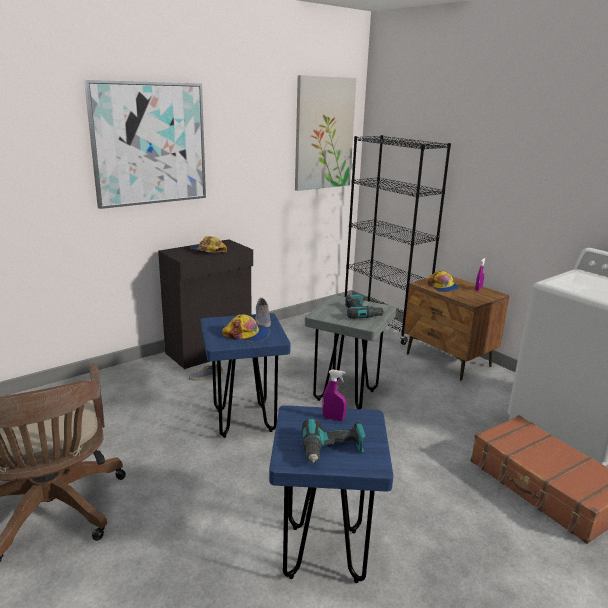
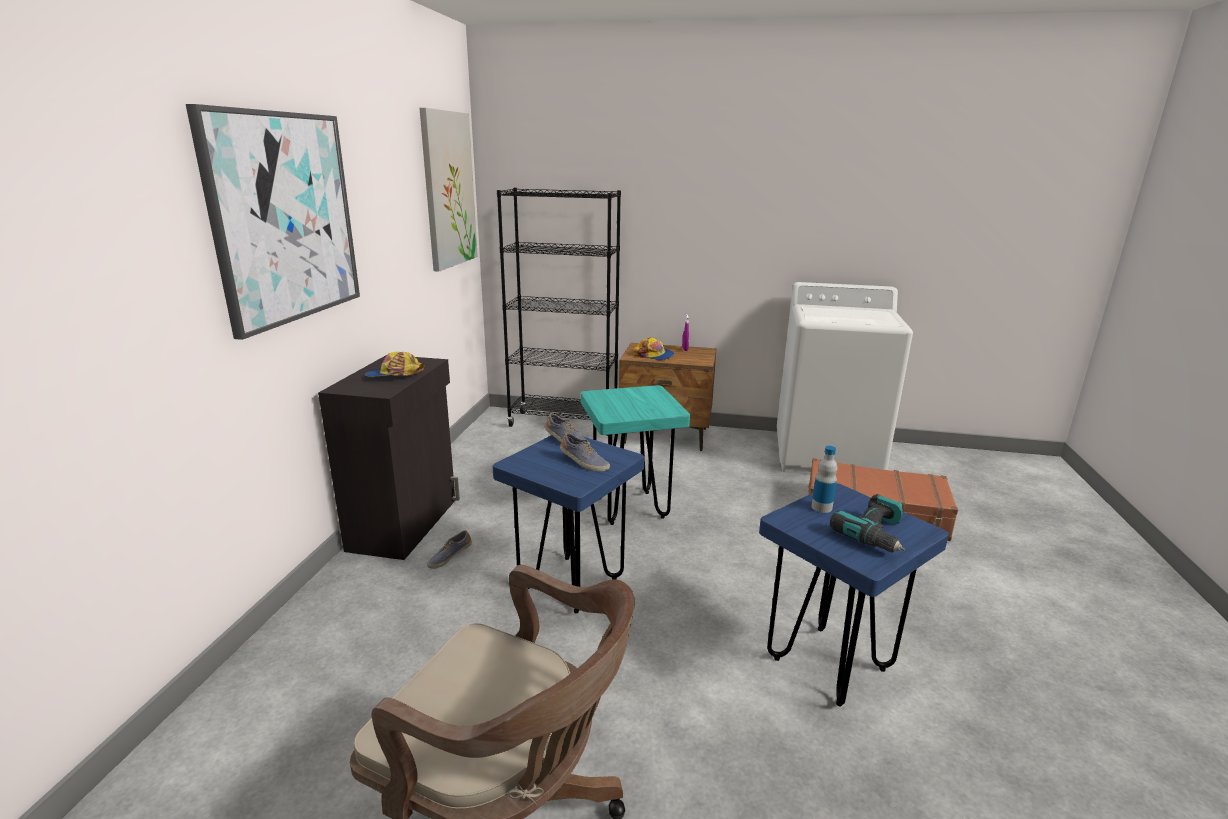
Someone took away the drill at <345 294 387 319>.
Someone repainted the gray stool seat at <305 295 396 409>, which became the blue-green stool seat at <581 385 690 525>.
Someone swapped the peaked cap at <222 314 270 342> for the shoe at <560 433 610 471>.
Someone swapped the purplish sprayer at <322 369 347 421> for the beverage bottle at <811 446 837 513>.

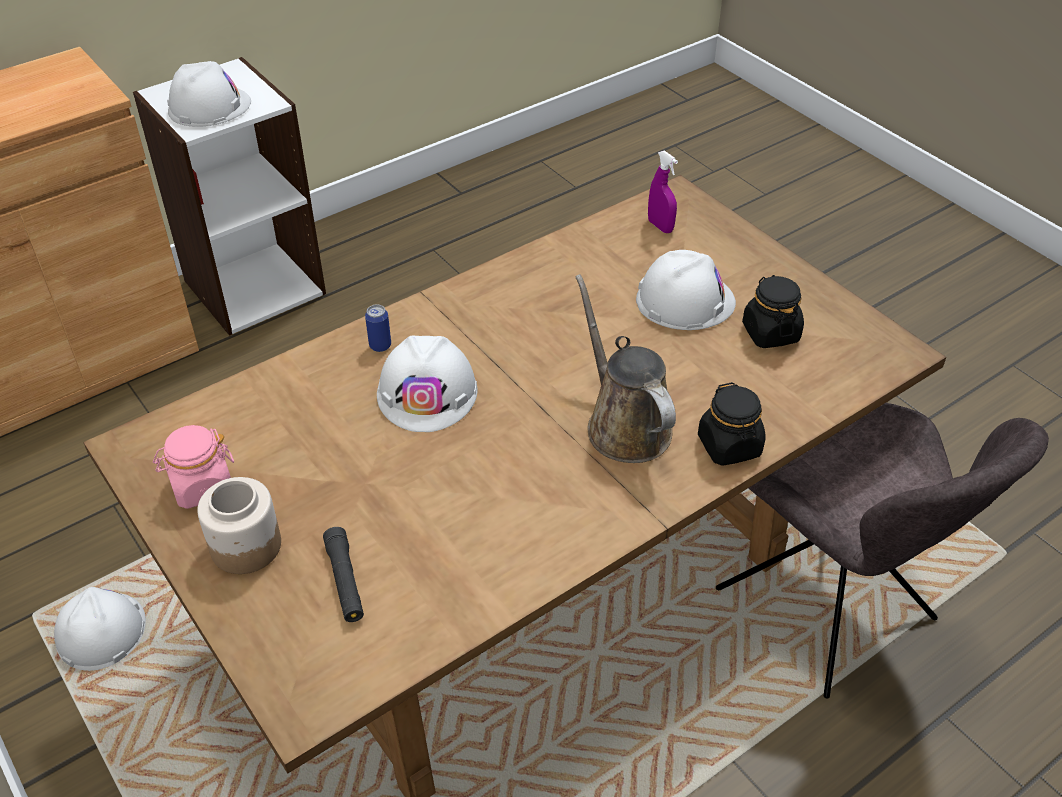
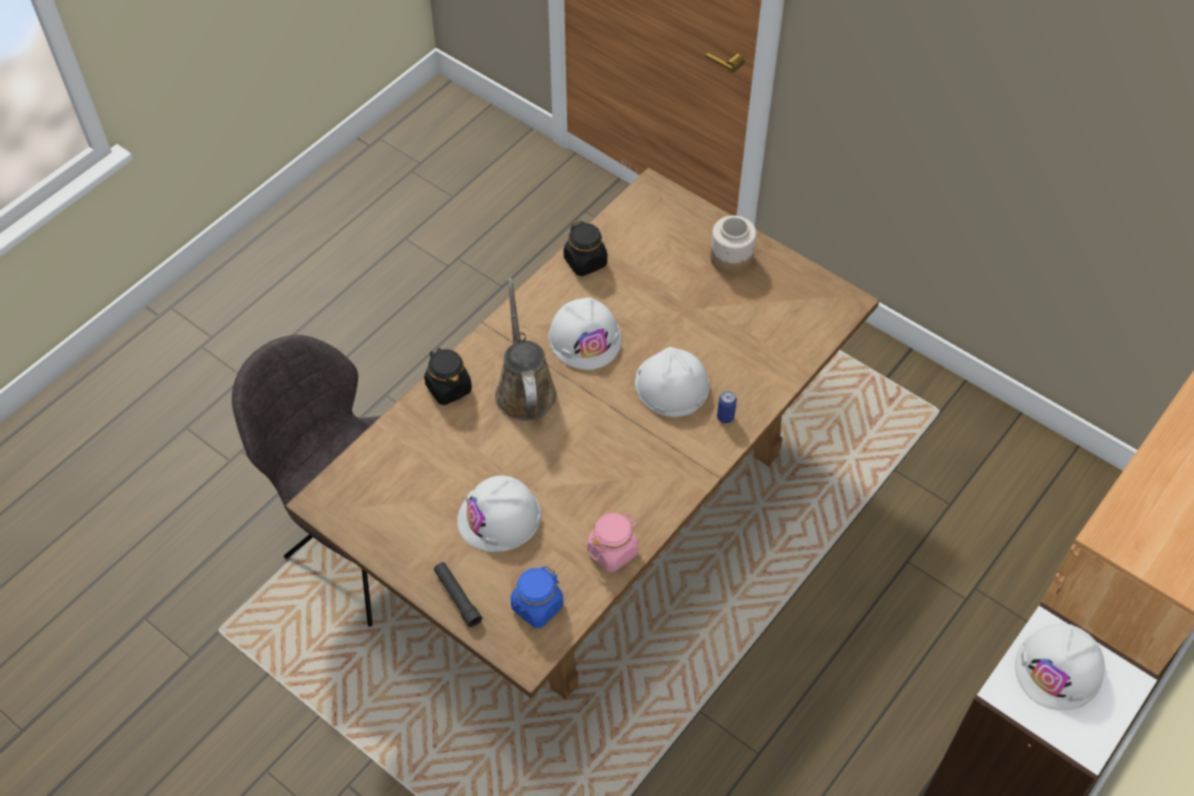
Someone swapped the purplish sprayer at <648 150 678 233> for the blue storage jar at <511 566 563 628>.
Someone rotated the brown-coloured sprinkling can at <575 274 676 463> by 150 degrees counterclockwise.
Someone carried the black storage jar from <742 275 804 348> to <564 221 607 276>.
Someone carried the pink storage jar from <153 425 234 509> to <587 513 638 572>.
Someone carried the black torch from <323 527 364 622> to <434 562 482 628>.
Someone carried the whitish work helmet from <54 587 146 671> to <548 297 621 370>.

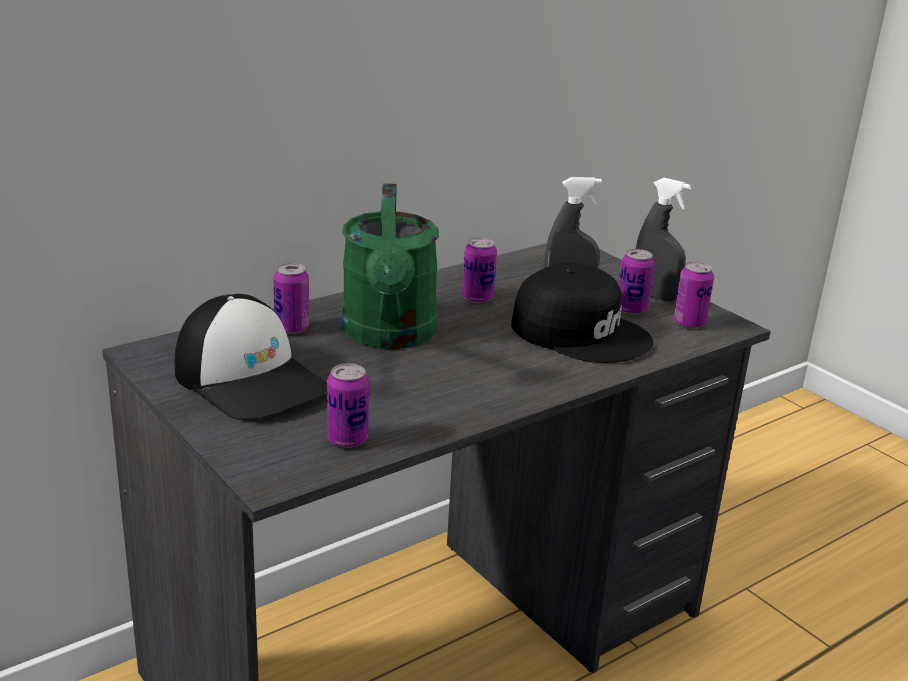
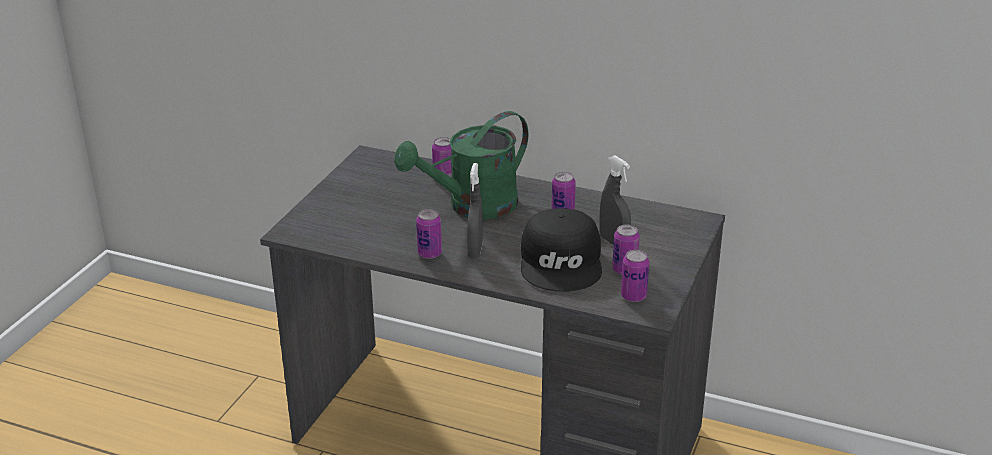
Someone carried the gray sprayer from <635 178 691 302> to <467 163 483 258>.
Someone took away the peaked cap at <175 294 327 420>.
Someone carried the metal can from <327 363 369 448> to <416 209 442 259>.

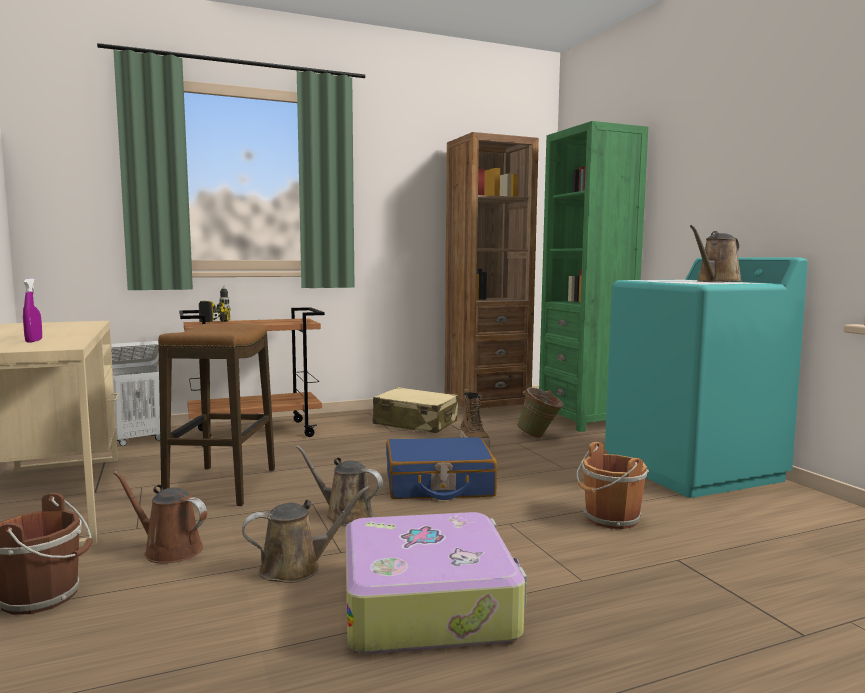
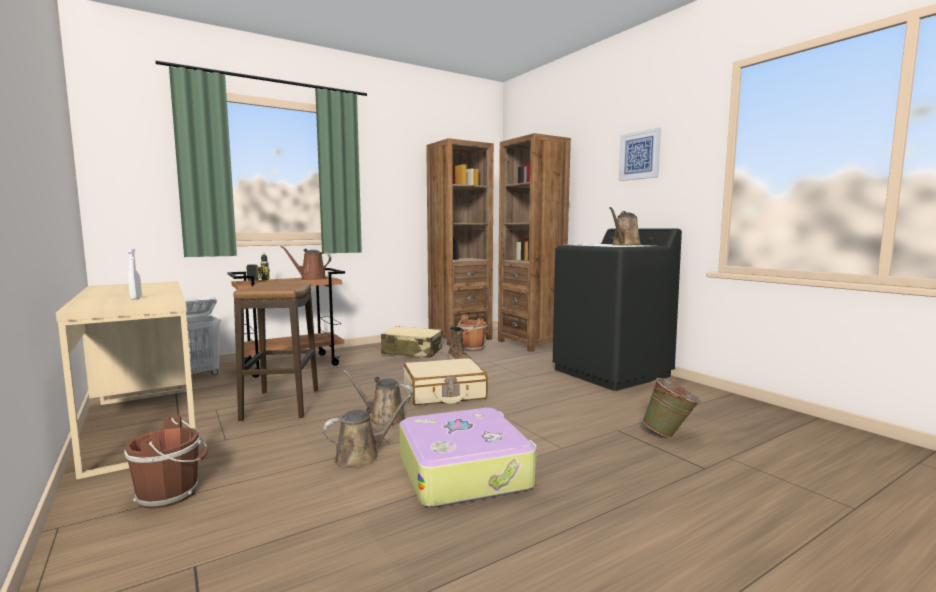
Someone repainted the green-coloured bookshelf at <539 121 648 432>, which became the brown-coloured bookshelf at <498 133 571 352>.
Someone repainted the blue-green washing machine at <605 257 808 498>, which became the black washing machine at <553 229 682 391>.
Someone repainted the purplish sprayer at <23 278 42 342>, which became the whitish sprayer at <128 249 142 299>.
Someone carried the green-coloured water bucket from <517 387 564 438> to <642 378 701 438>.
Someone repainted the blue piece of luggage at <386 437 497 500>, which became the sand-coloured piece of luggage at <403 358 487 405>.
Someone carried the brown-coloured water bucket from <577 442 649 529> to <457 314 487 351>.
Someone carried the brown-coloured sprinkling can from <113 471 207 563> to <281 246 331 280>.
Someone put up the wall picture at <619 128 661 181>.

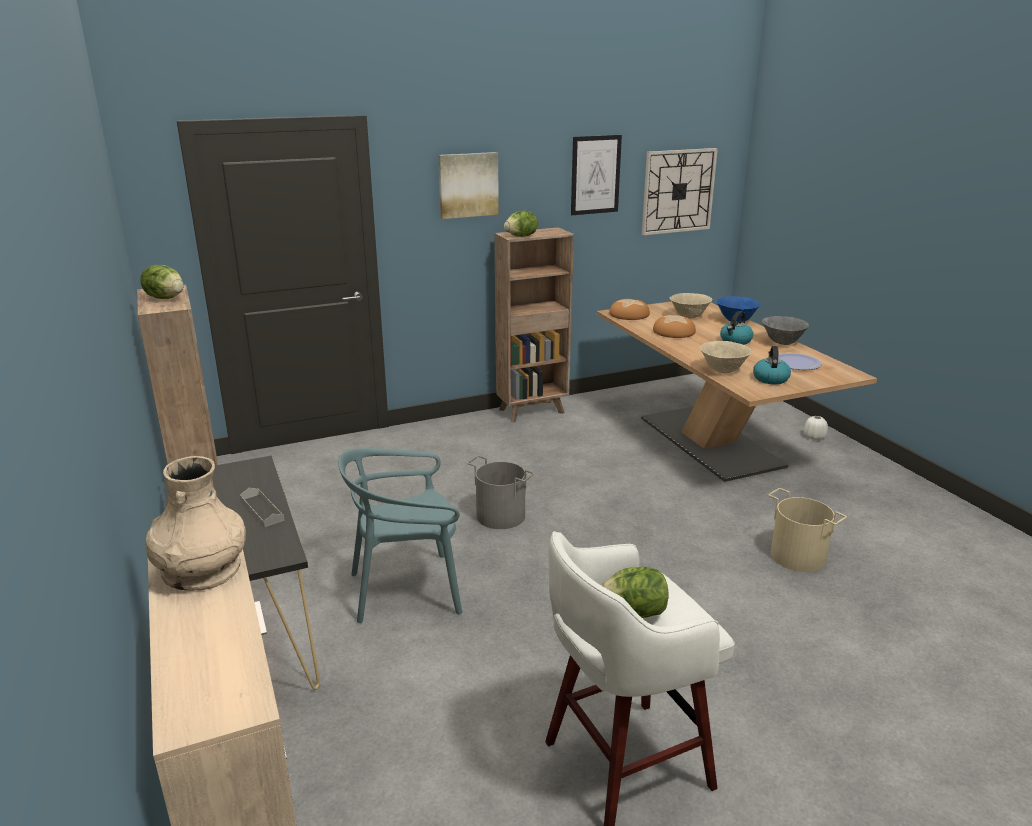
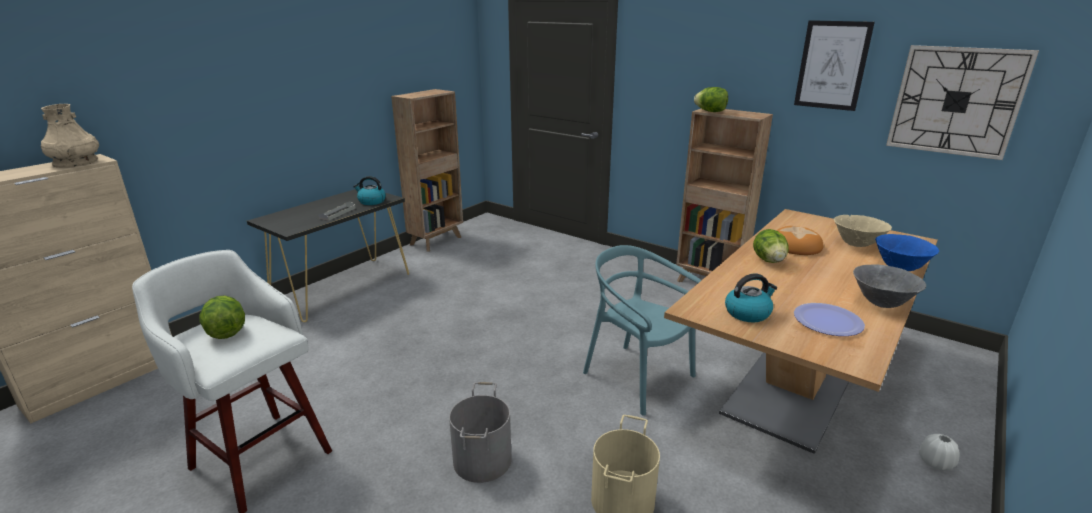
Someone took away the wall picture at <438 152 499 219>.
Someone carried the lettuce from <140 265 184 299> to <753 229 789 263>.
Someone took away the bakery bread at <609 299 650 320>.
Someone carried the water kettle from <720 311 753 345> to <353 176 386 205>.
Someone took away the sand-coloured bowl at <700 341 752 373>.
Someone carried the blue-green upright chair from <338 448 463 623> to <583 245 702 416>.
Someone carried the gray water bucket from <467 456 534 529> to <449 382 511 483>.

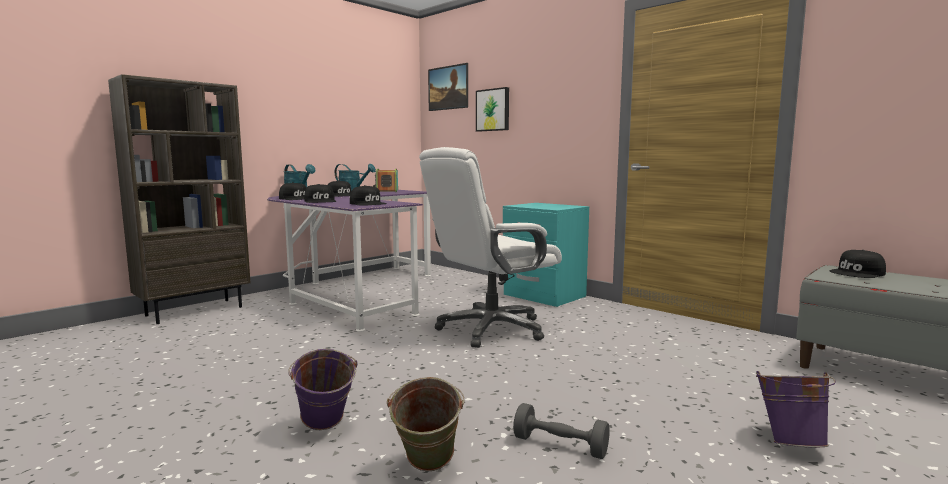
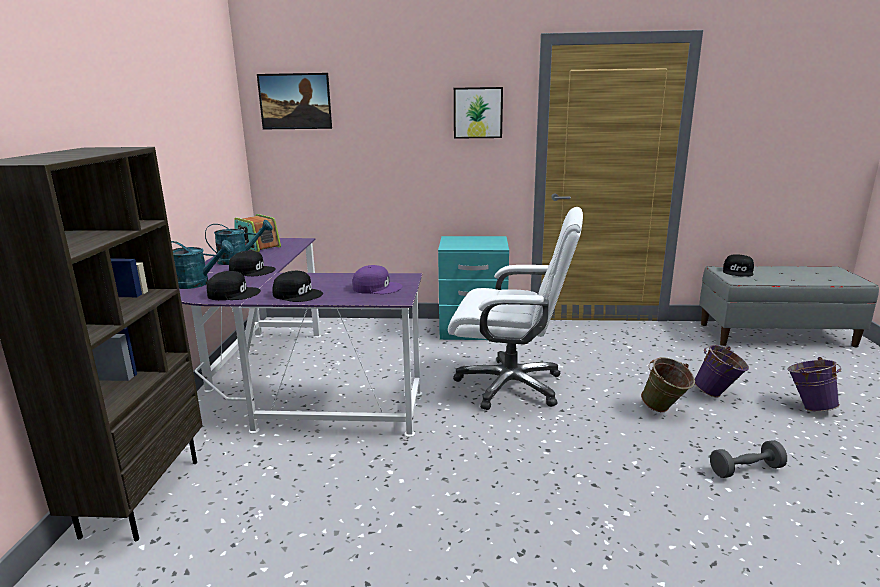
Someone carried the wall picture from <476 87 509 132> to <454 87 503 139>.
Someone rotated the whitish computer chair at <419 147 562 348> by 90 degrees counterclockwise.
Someone repainted the black peaked cap at <350 185 387 206>, which became the purplish peaked cap at <353 265 403 294>.
Someone carried the purplish water bucket from <288 349 358 430> to <695 345 749 398>.
Someone carried the green-coloured water bucket from <387 377 465 472> to <641 357 695 412>.

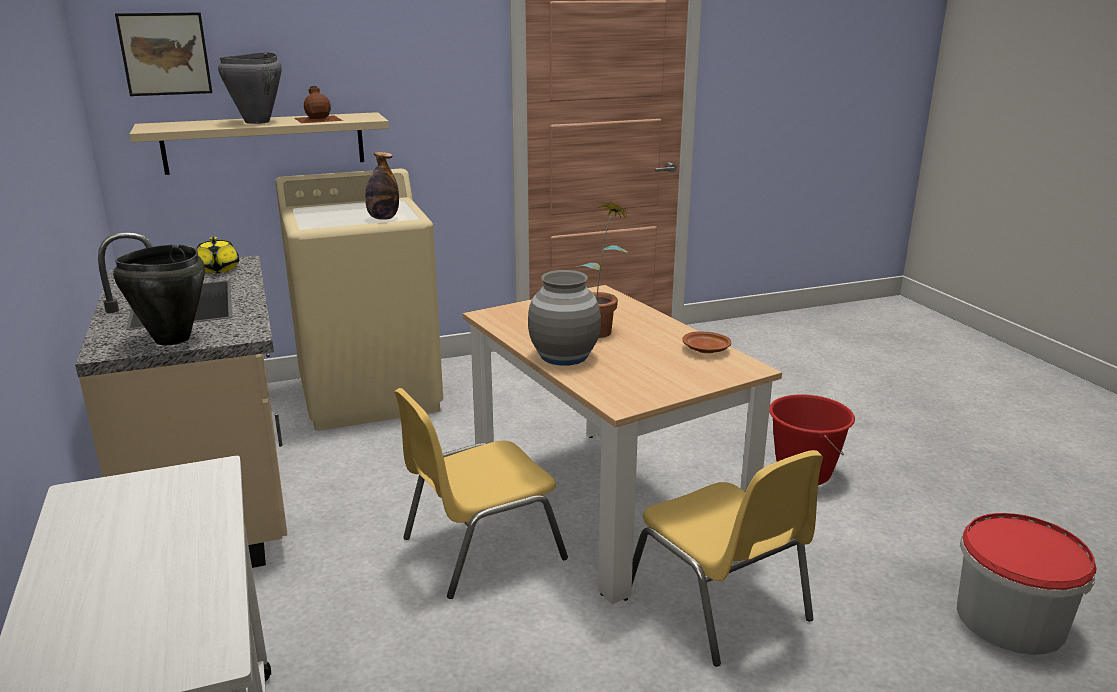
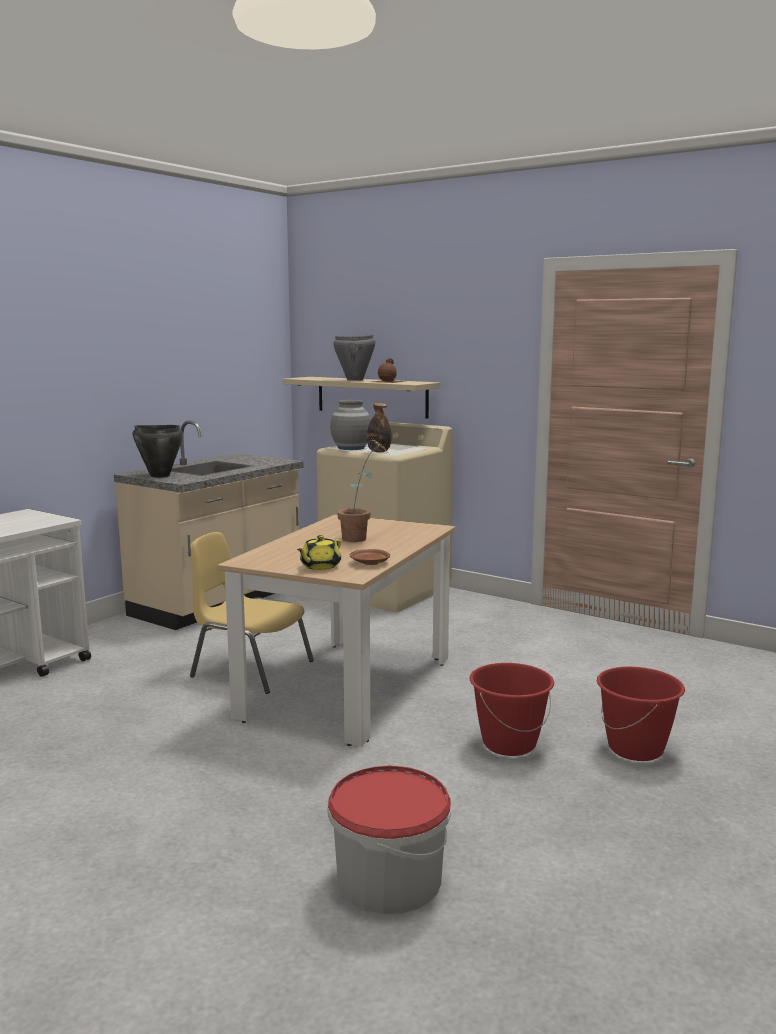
Someone took away the wall picture at <115 13 212 96>.
Someone carried the yellow tea pot from <197 237 239 273> to <297 535 341 570>.
Someone carried the gray decorative vase from <528 270 601 366> to <330 400 371 450>.
Someone took away the yellow upright chair at <632 450 823 667>.
Someone put down the reddish water bucket at <597 667 685 761>.

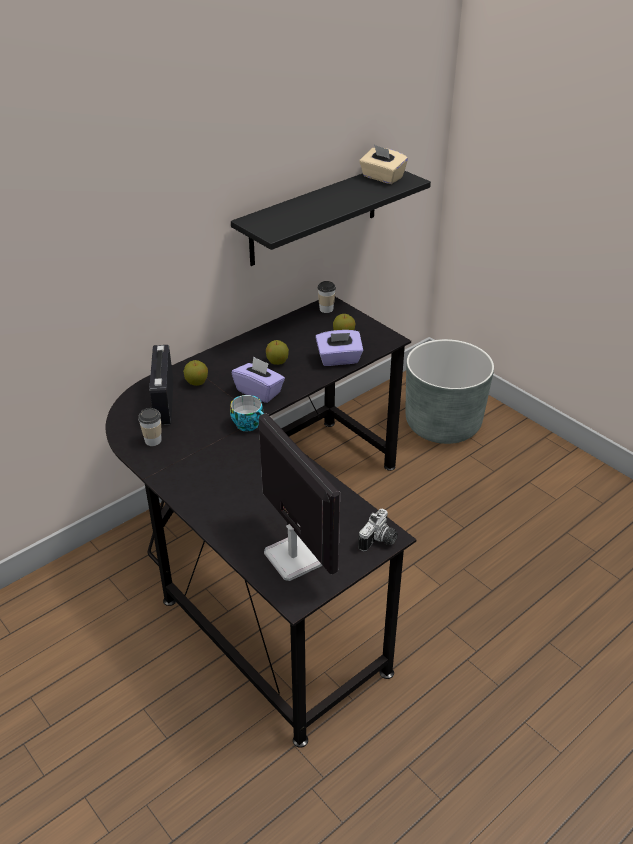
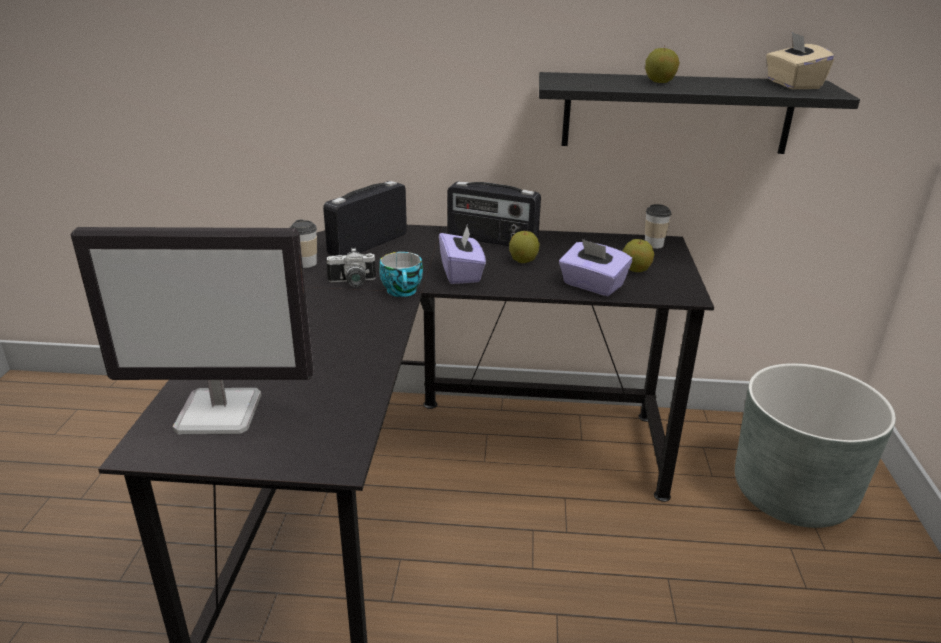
Someone carried the whole apple from <183 360 208 386> to <645 46 680 83>.
Someone rotated the computer display at <259 413 340 581> by 75 degrees clockwise.
Someone carried the photo camera from <358 509 398 551> to <326 248 376 287>.
Someone put down the radio receiver at <447 181 541 246>.

